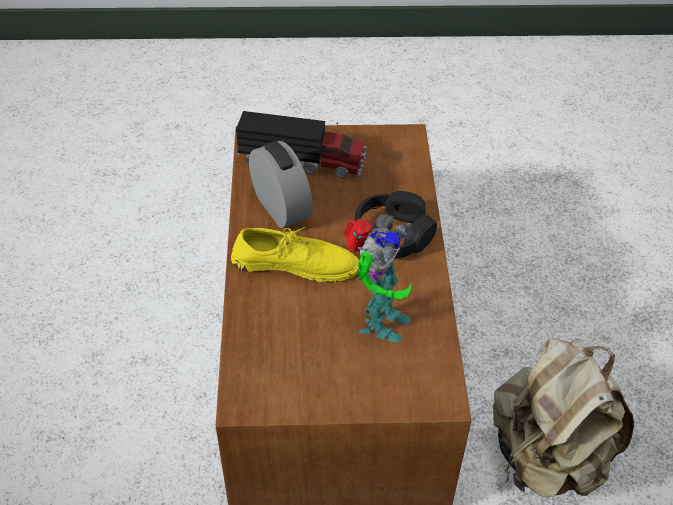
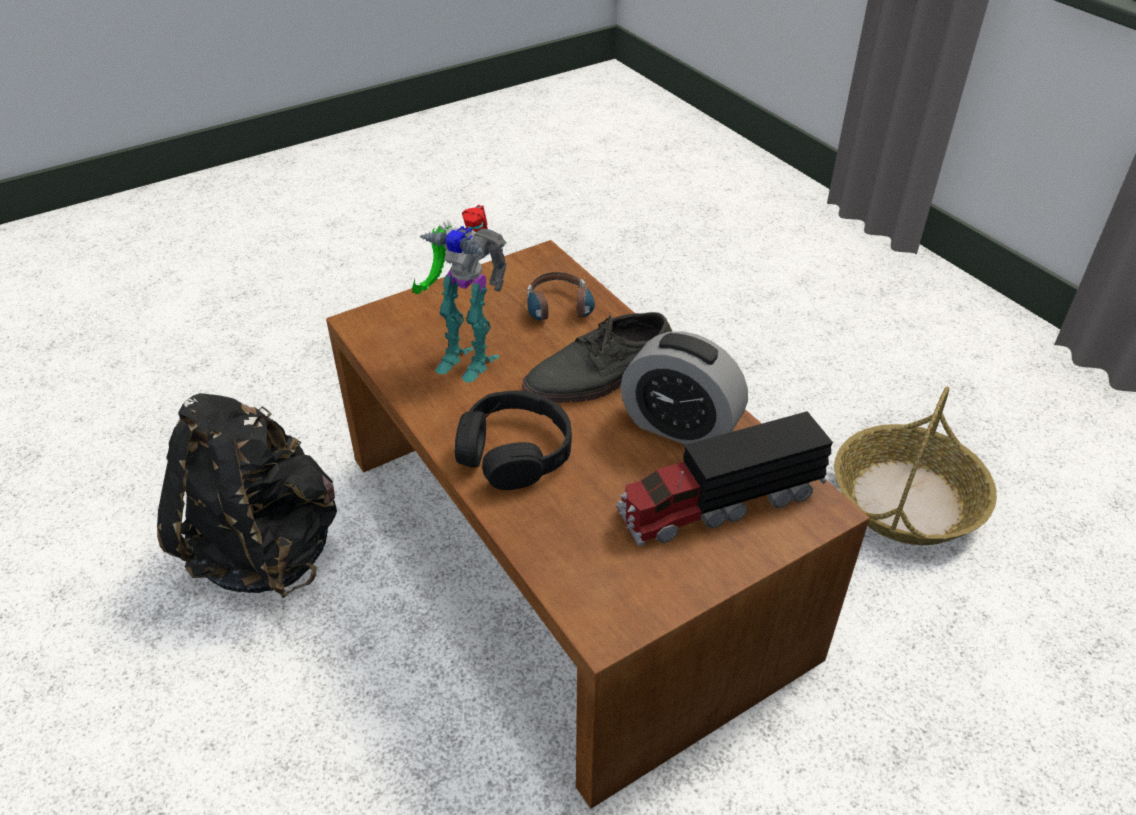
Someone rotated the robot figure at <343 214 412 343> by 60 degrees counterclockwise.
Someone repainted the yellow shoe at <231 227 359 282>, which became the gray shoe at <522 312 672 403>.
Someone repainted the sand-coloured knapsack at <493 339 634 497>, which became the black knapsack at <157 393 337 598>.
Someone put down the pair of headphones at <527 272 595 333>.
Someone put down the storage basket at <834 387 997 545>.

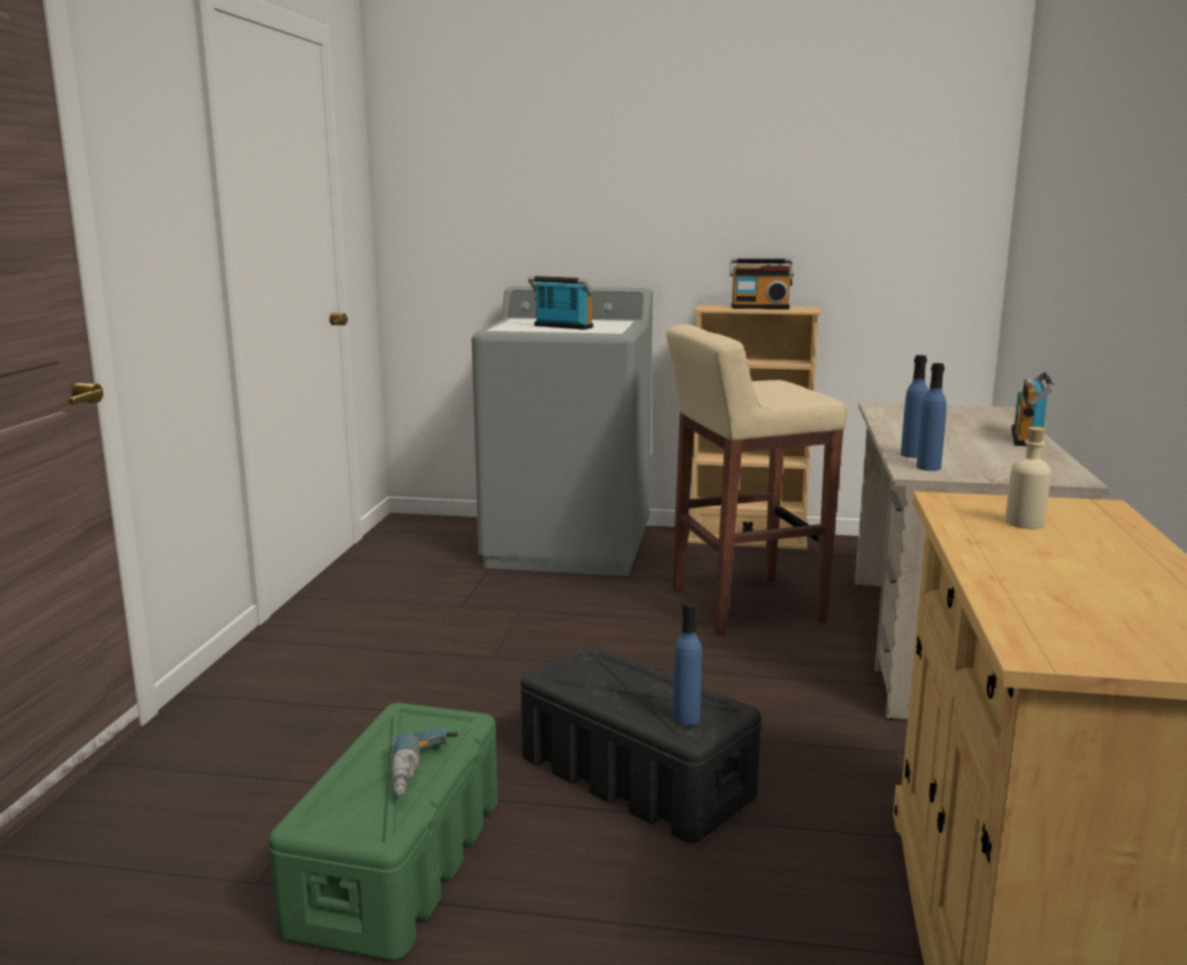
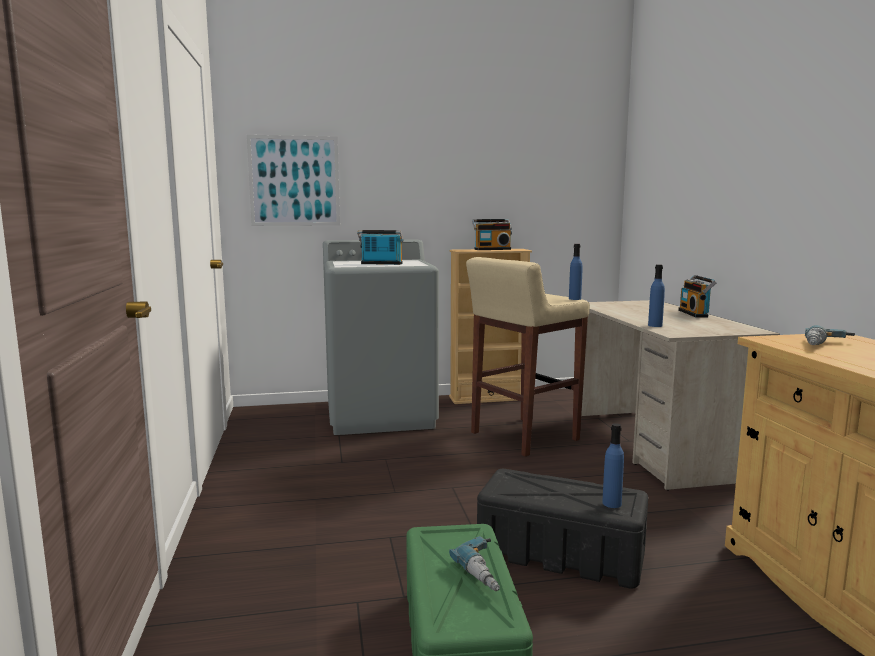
Someone carried the blue beverage bottle from <916 363 947 471> to <569 244 582 300>.
Someone swapped the sand-coloured beverage bottle at <1005 427 1051 529> for the drill at <805 325 855 345>.
Someone put up the wall picture at <247 135 340 226>.

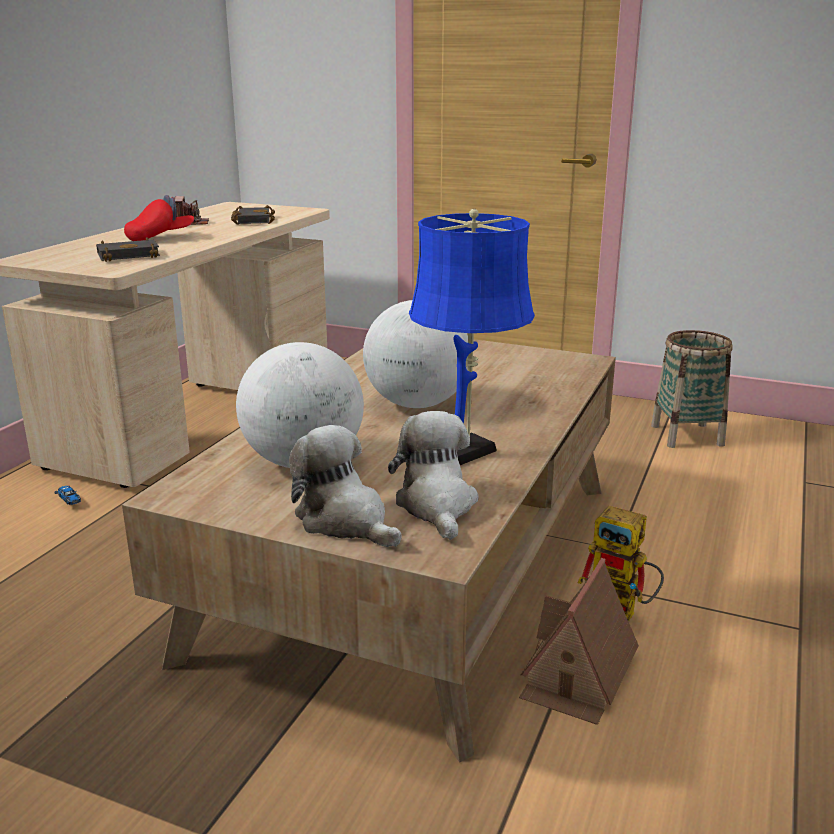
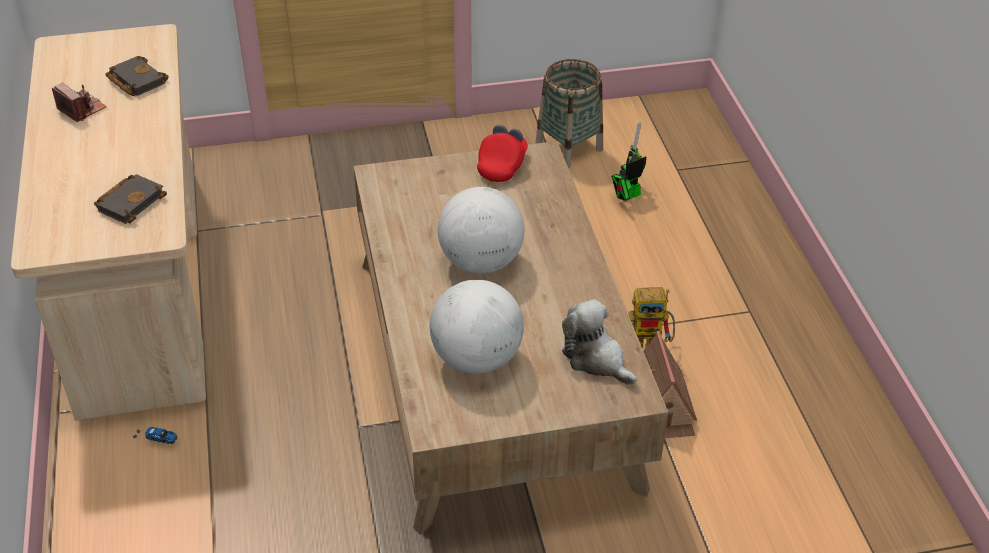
Someone carried the reddish peaked cap from <124 195 194 241> to <477 125 528 182>.
Someone took away the blue table lamp at <409 209 535 465>.
Someone took away the cuddly toy at <289 425 402 547>.
Someone put down the robot figure at <611 122 646 201>.

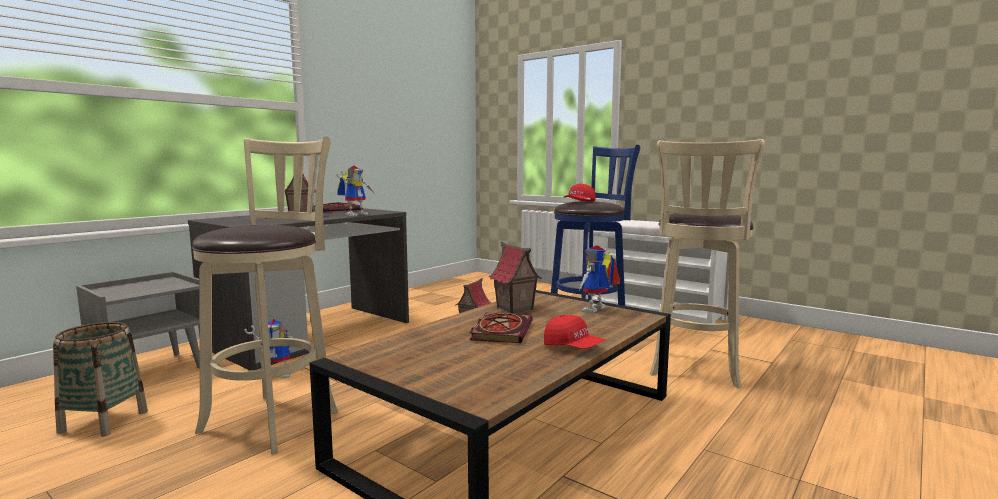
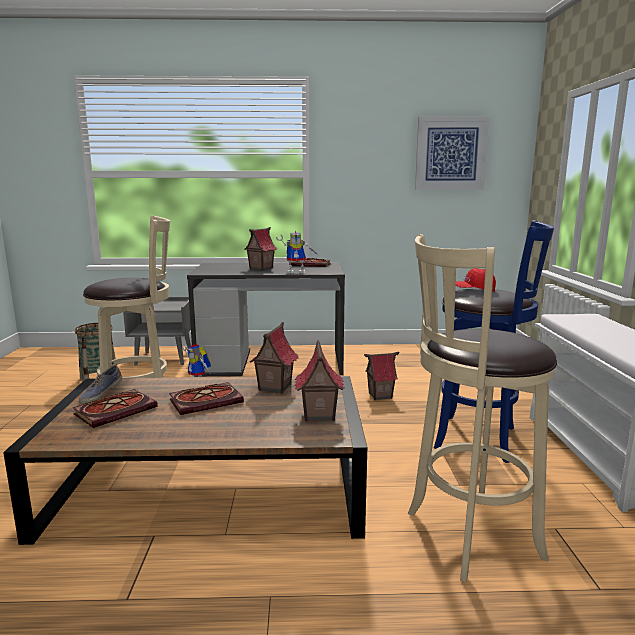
Someone swapped the robot figure at <579 245 620 313> for the miniature house at <294 340 345 421>.
Someone took away the reddish peaked cap at <544 315 606 349>.
Someone put up the wall picture at <415 116 490 190>.
Someone put down the shoe at <79 365 122 404>.
Someone put down the volume at <72 389 158 428>.

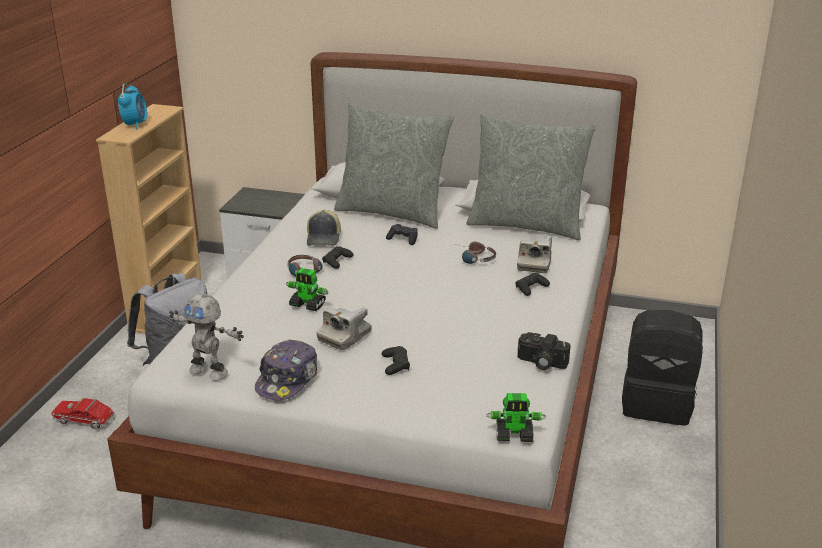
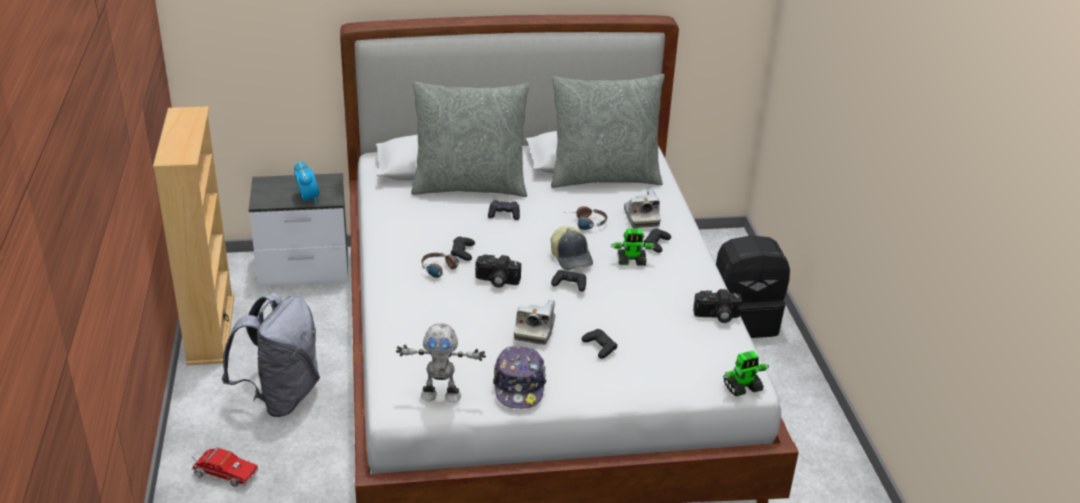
Someone carried the bedside clock from <118 83 147 130> to <294 161 320 204>.
Someone carried the peaked cap from <307 210 341 246> to <551 226 593 270>.
Someone carried the robot figure from <286 268 328 311> to <611 229 656 266>.
Someone rotated the toy truck at <51 398 115 430> by 150 degrees counterclockwise.
Someone put down the photo camera at <475 255 521 288>.
Someone put down the black game controller at <551 270 586 292>.

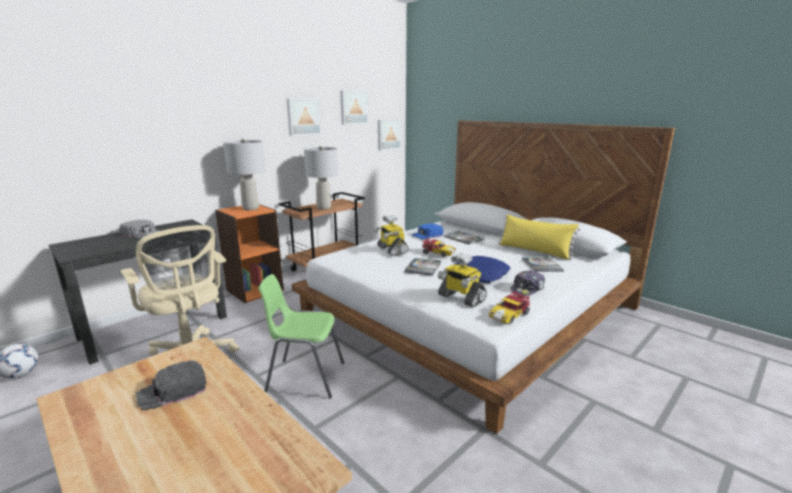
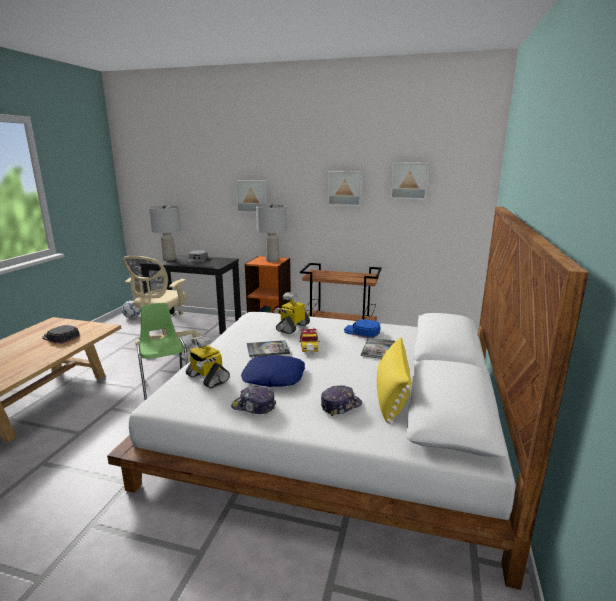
Someone carried the wall picture from <378 119 401 151> to <235 180 267 213>.
Someone carried the gray table lamp from <304 146 338 210> to <149 205 181 261>.
Someone rotated the robot figure at <438 253 487 307> by 60 degrees counterclockwise.
Someone swapped the volume at <522 256 564 272> for the peaked cap at <321 385 362 416>.
Someone took away the model car at <489 291 530 324>.

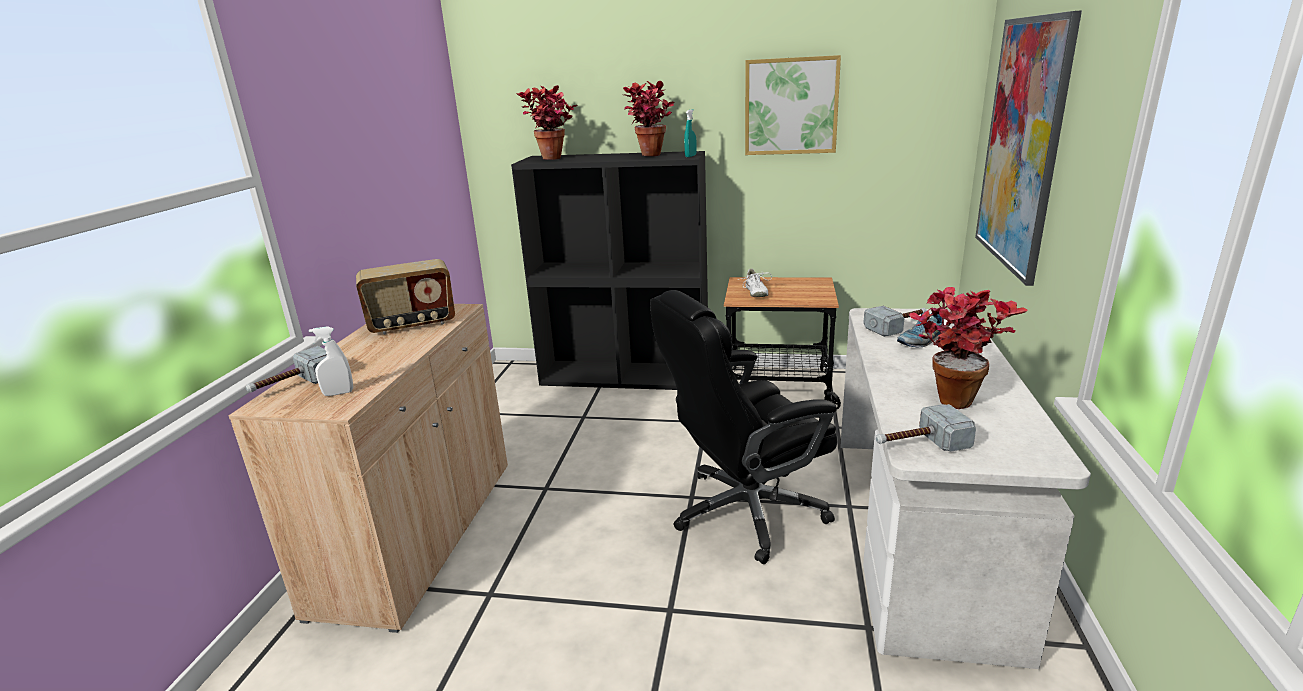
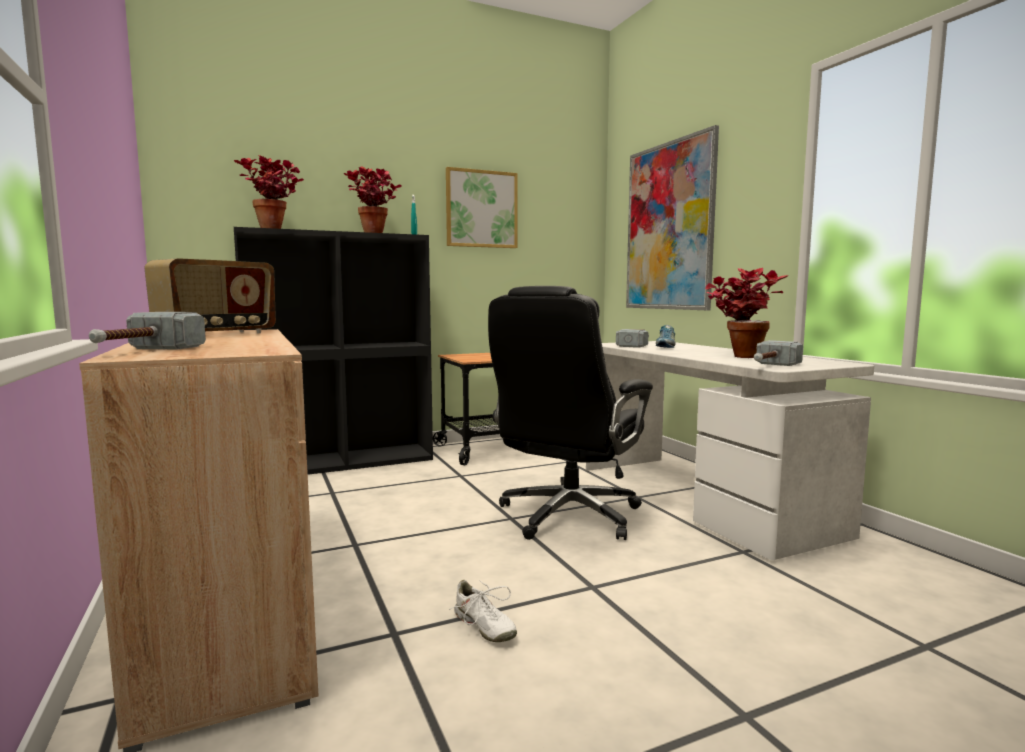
Someone carried the whitish shoe from <738 269 772 297> to <449 580 517 642>.
Someone took away the whitish sprayer at <309 326 353 396>.

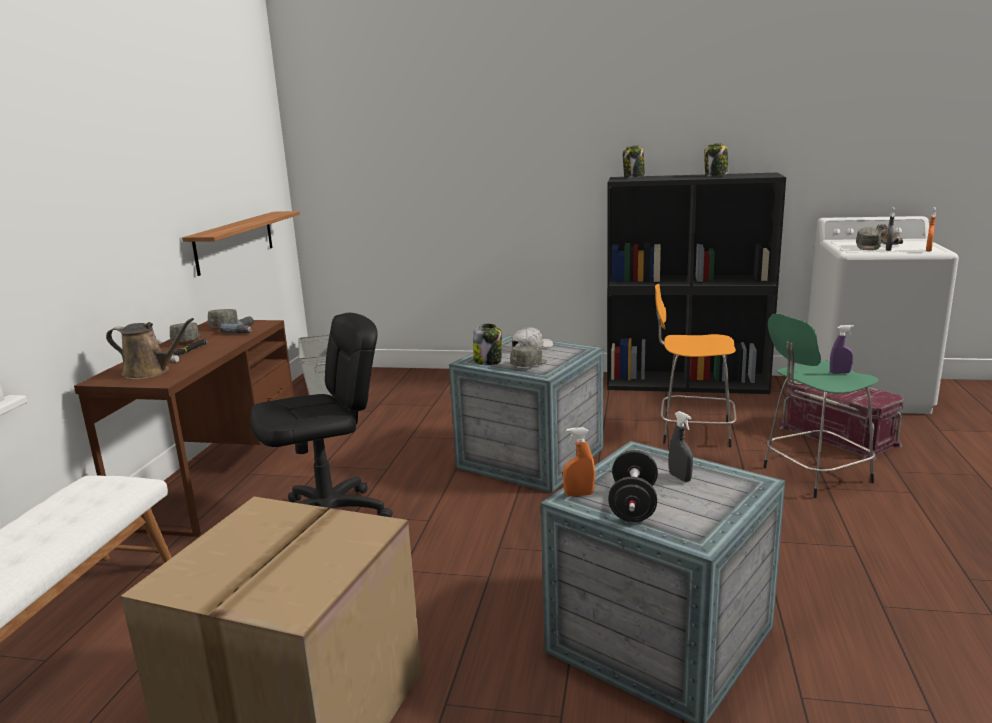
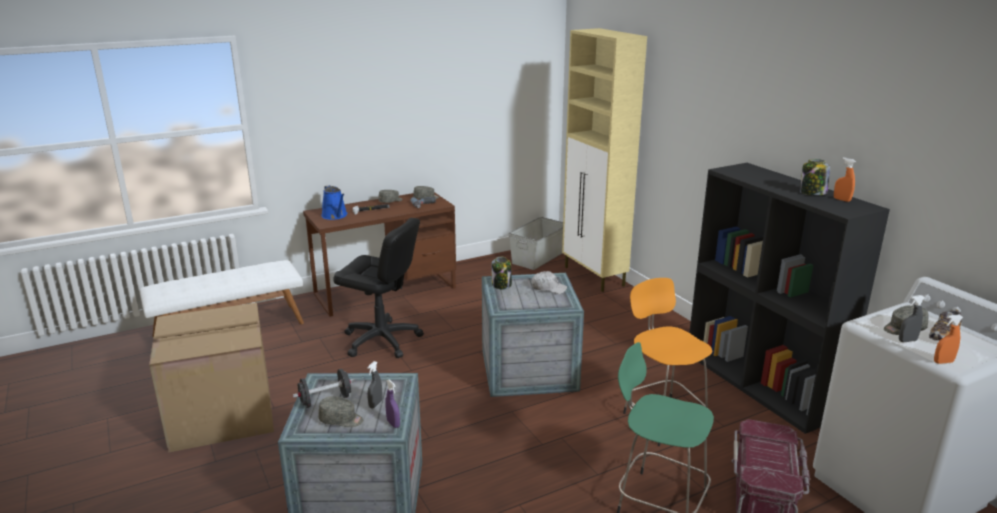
Someone took away the storage jar at <623 145 645 178>.
Someone took away the bracket shelf at <182 211 300 276>.
Someone repainted the brown-coloured sprinkling can at <106 318 194 380>, which became the blue sprinkling can at <321 185 348 220>.
Someone carried the purplish sprayer from <830 325 854 374> to <385 379 400 428>.
Someone carried the gray peaked cap from <510 346 547 367> to <318 396 363 427>.
Someone carried the orange-coloured sprayer from <563 427 595 496> to <834 158 856 202>.
Someone put down the sand-coloured cabinet at <562 28 647 292>.

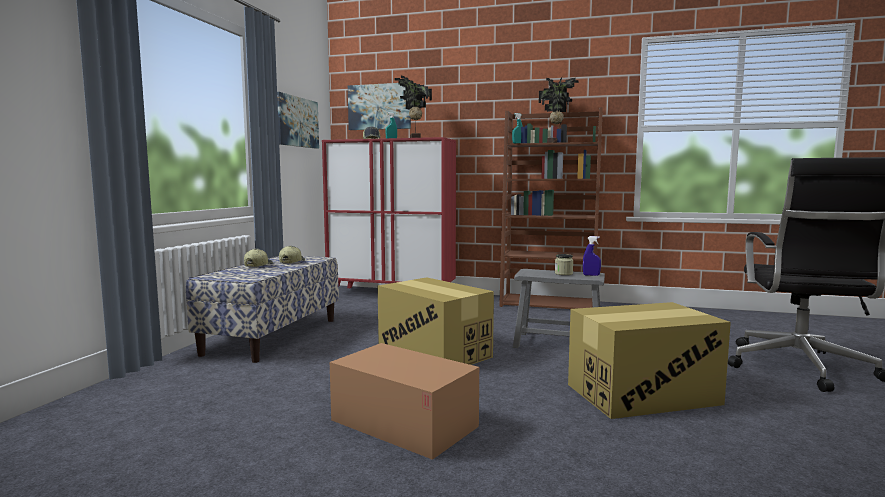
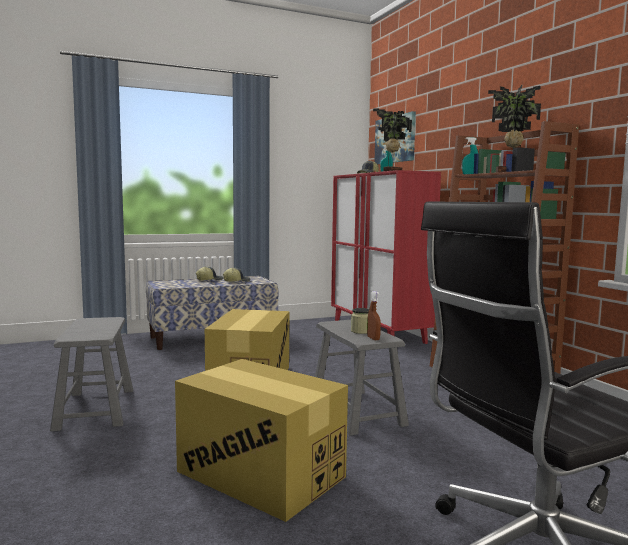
Someone took away the wall picture at <277 92 319 148>.
Someone repainted the blue sprayer at <583 236 601 276>, which became the brown-coloured sprayer at <367 291 381 340>.
Someone swapped the cardboard box at <330 343 479 460> for the gray stool seat at <50 317 133 432>.

